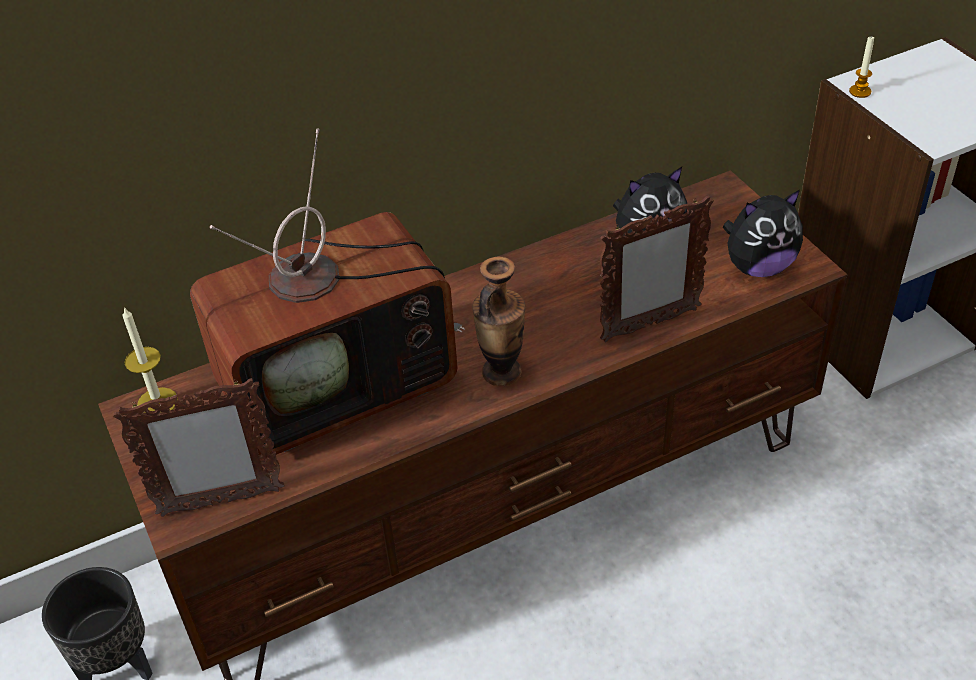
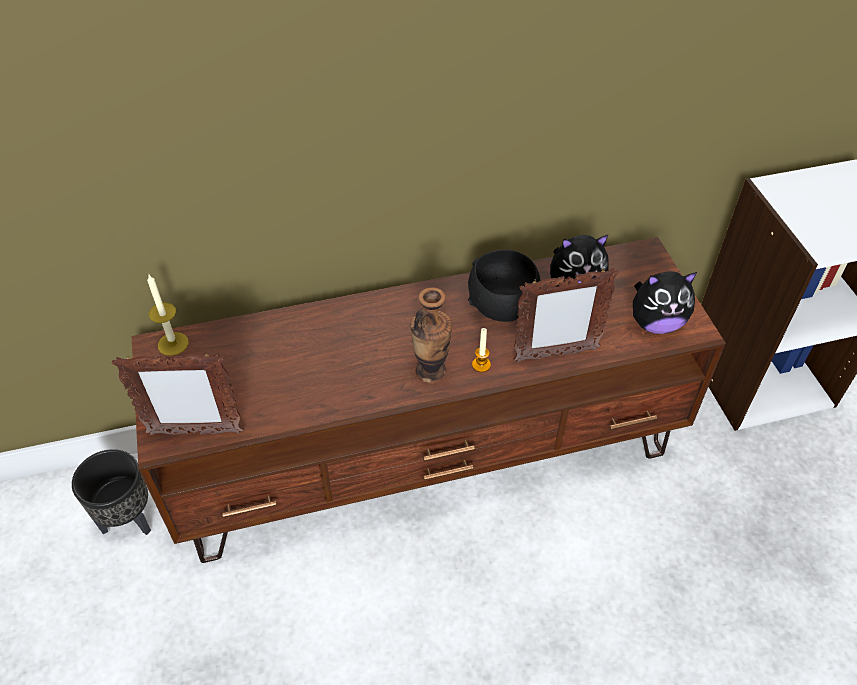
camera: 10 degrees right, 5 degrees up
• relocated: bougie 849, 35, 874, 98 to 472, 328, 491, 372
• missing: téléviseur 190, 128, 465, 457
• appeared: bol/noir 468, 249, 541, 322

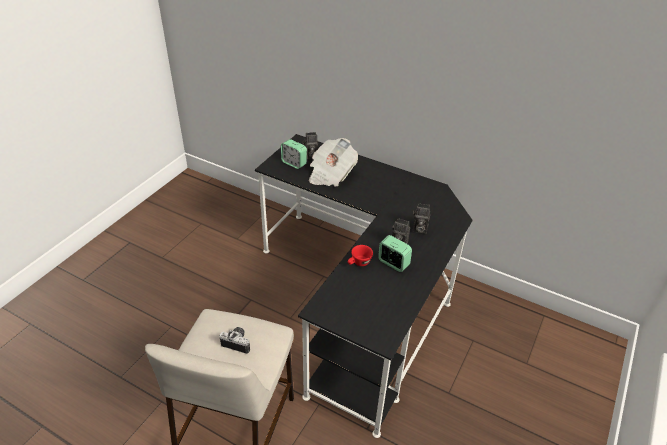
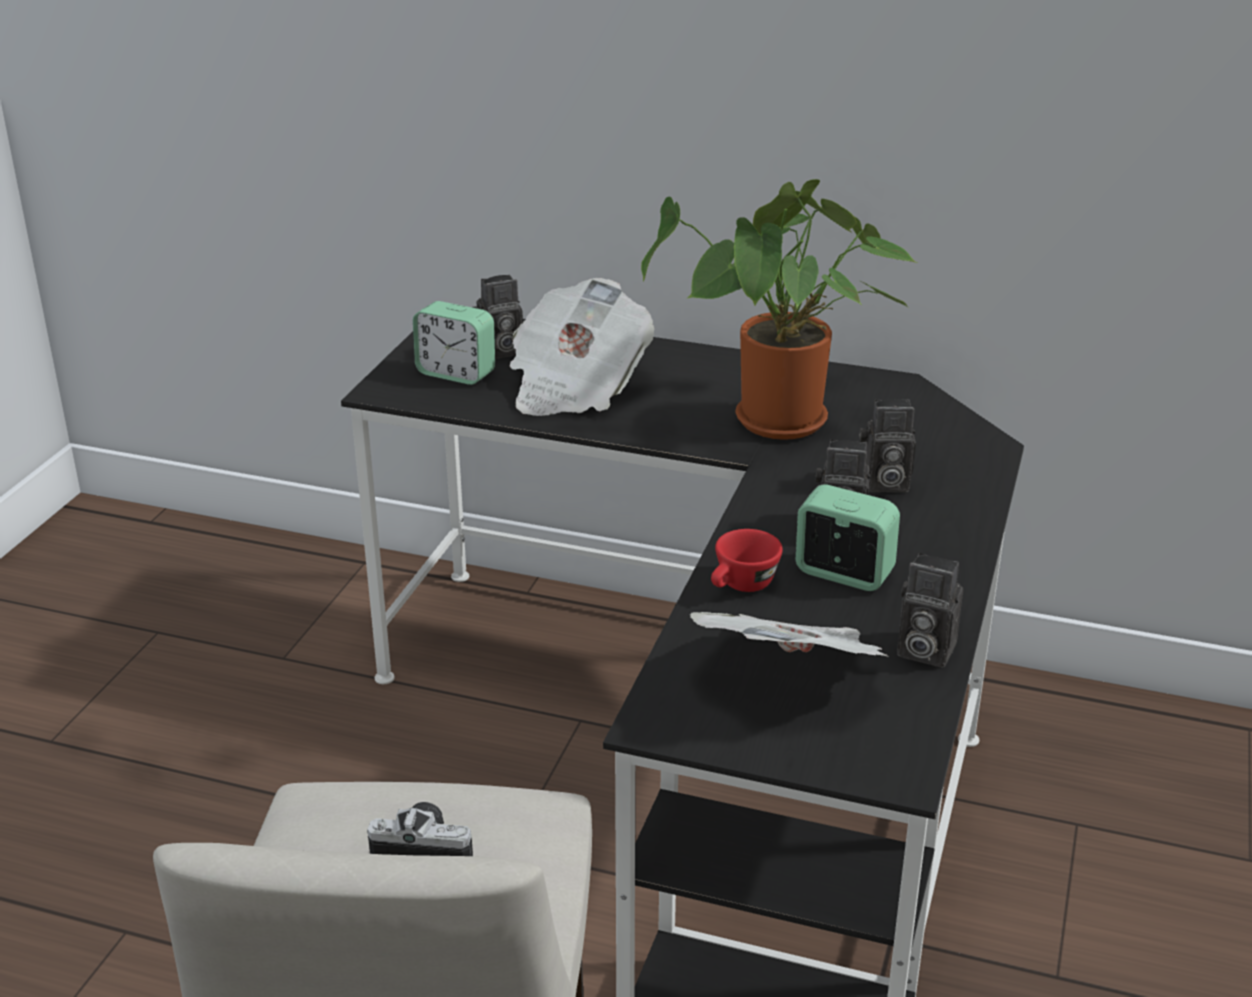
camera: 10 degrees left, 10 degrees down
• appeared: plante en pot 641, 179, 917, 440
• appeared: appareil photo 897, 553, 963, 668
• appeared: journal 690, 612, 889, 657

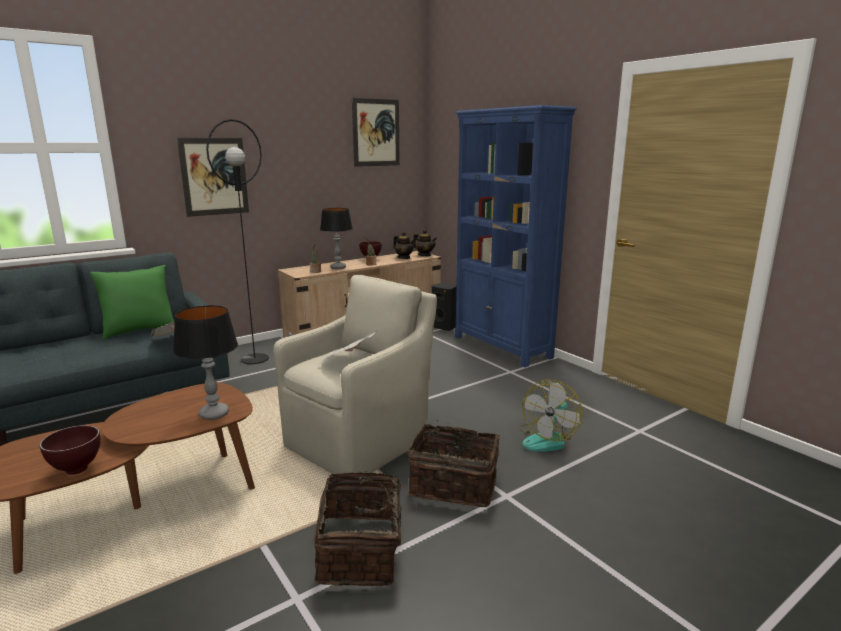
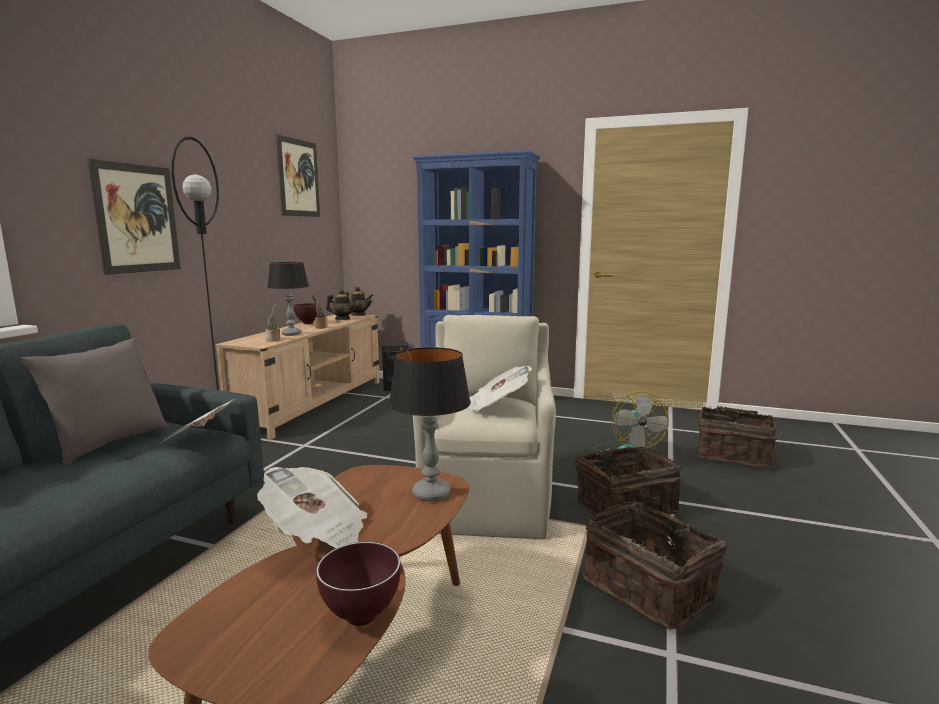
camera: 35 degrees left, 5 degrees down
• colour: coussin/vert 89, 265, 174, 340 to coussin/gris 20, 338, 168, 465
• appeared: panier 697, 406, 777, 468
• appeared: journal 257, 467, 367, 548

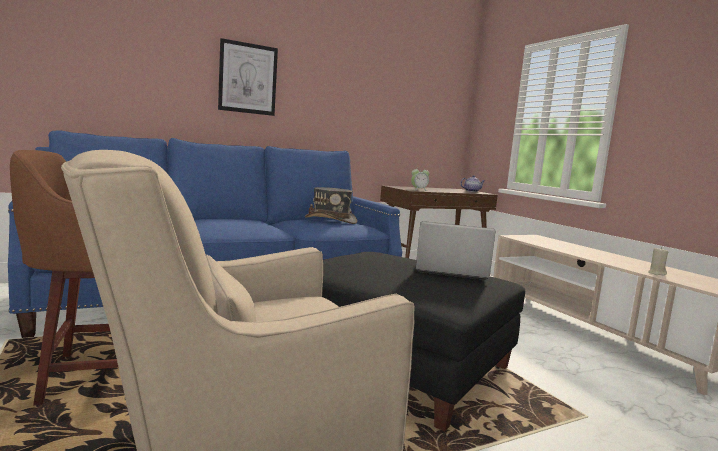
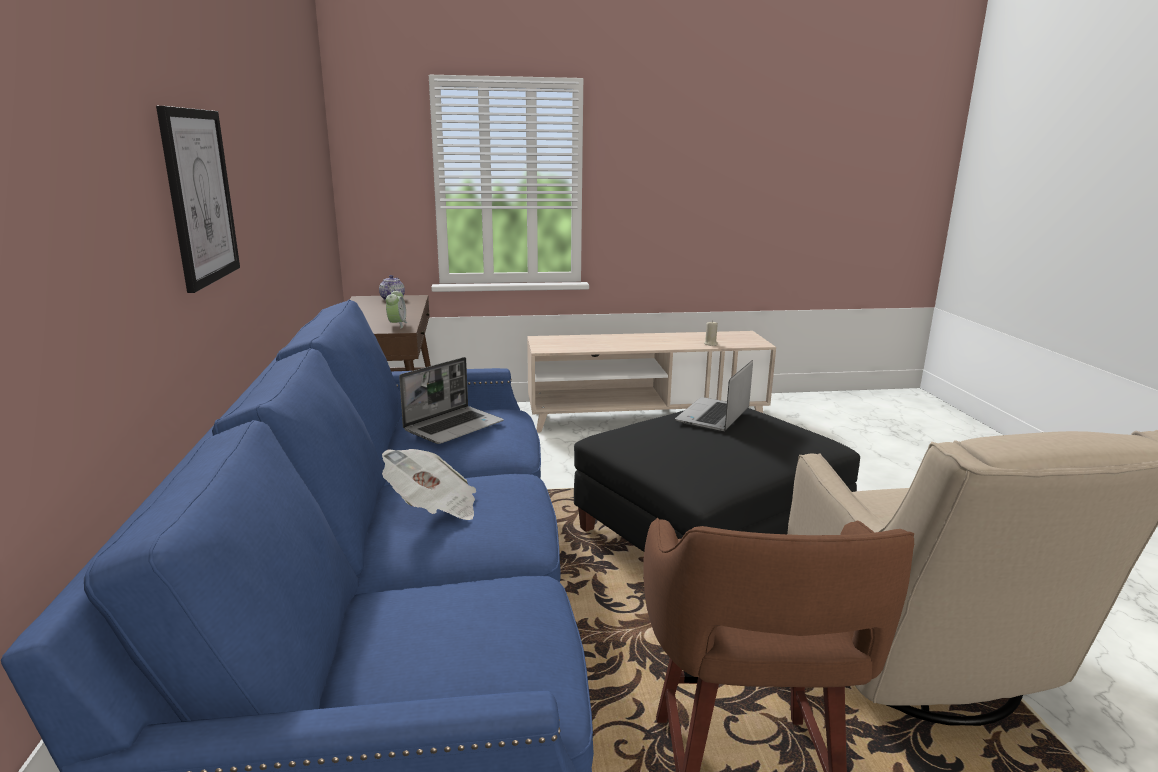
camera: 70 degrees left, 10 degrees up
• exchanged: chapeau/gris 305, 187, 357, 224 to ordinateur portable 399, 357, 503, 444
• appeared: journal 382, 449, 476, 520

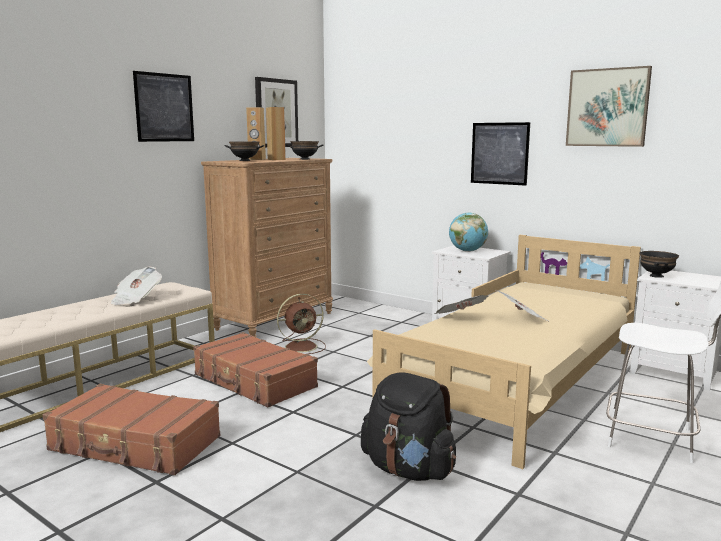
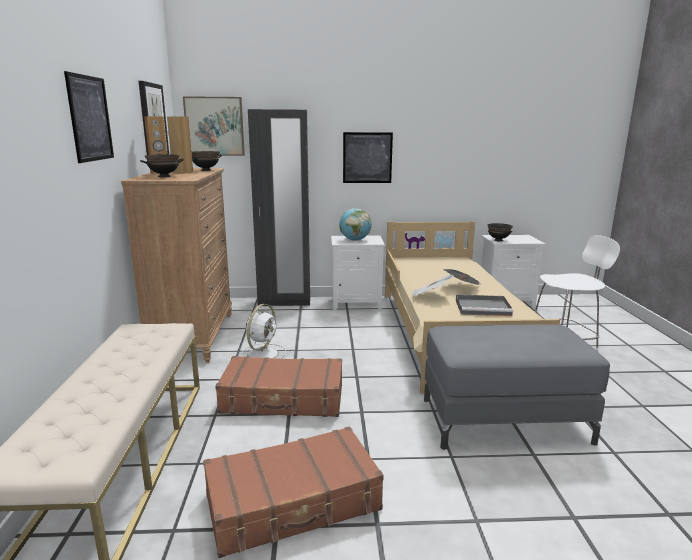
camera: 40 degrees left, 5 degrees up
• relocated: tableau 566, 66, 652, 147 to 183, 96, 245, 156
• missing: journal 110, 267, 162, 305
• colour: ventilateur/marron 277, 294, 326, 354 to ventilateur/blanc 242, 304, 287, 359
• exchanged: sac à dos/noir 361, 372, 456, 481 to pouf/gris 424, 325, 610, 449
• appeared: armoire/noir 248, 109, 310, 306
• appeared: plateau/gris 456, 295, 513, 316

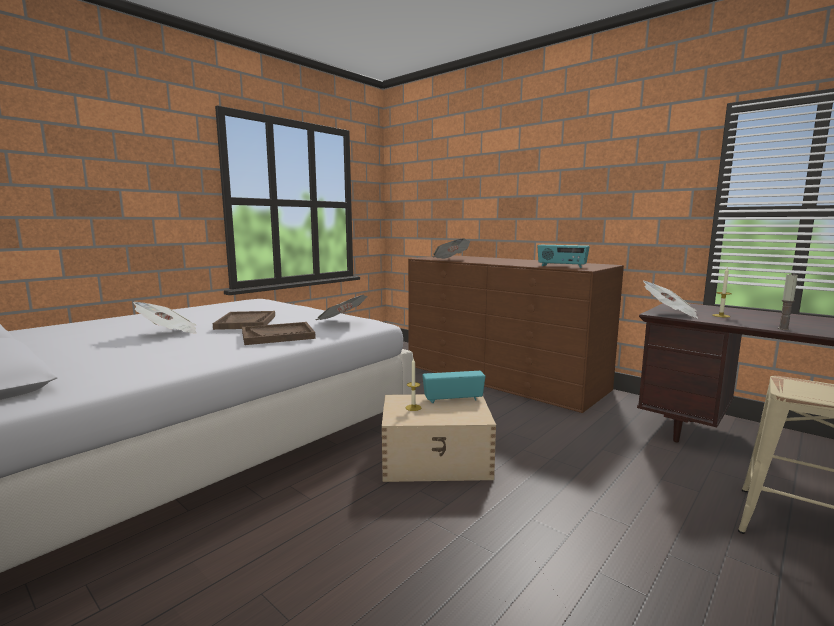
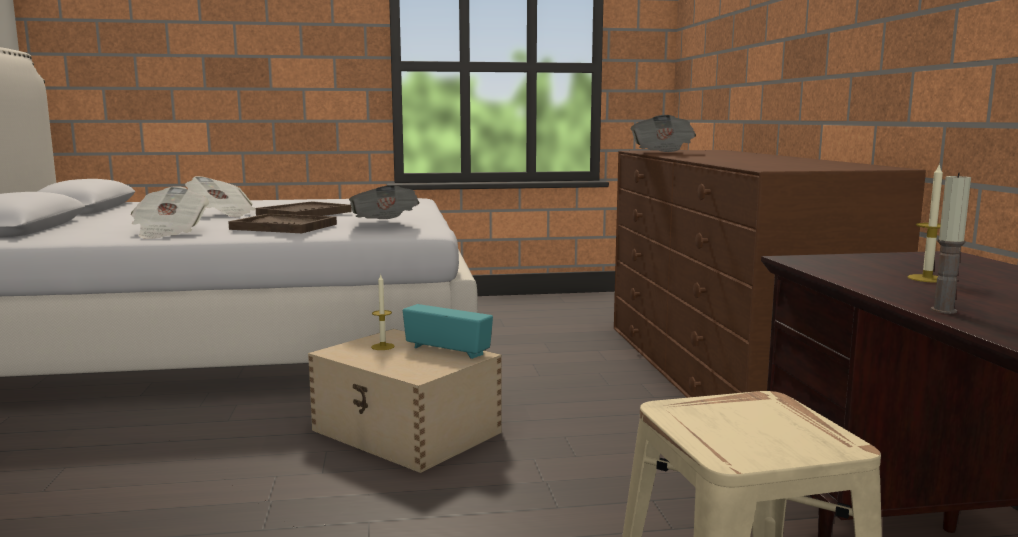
camera: 40 degrees right, 0 degrees up
• missing: radio 538, 245, 590, 268
• relocated: journal 643, 280, 698, 318 to 130, 186, 209, 239

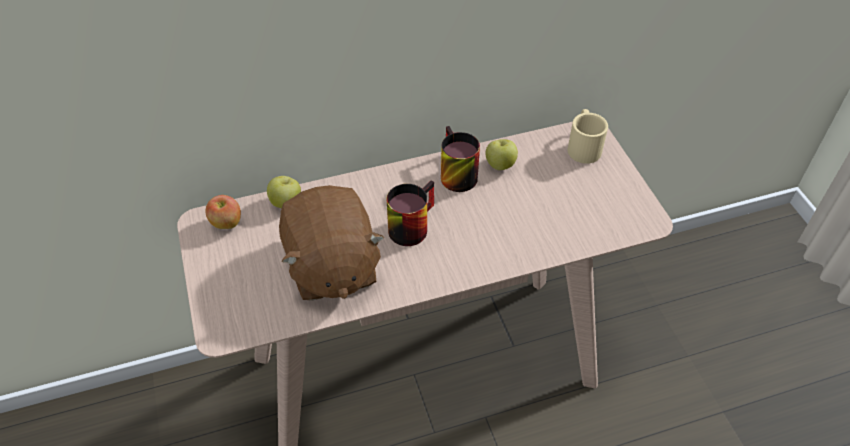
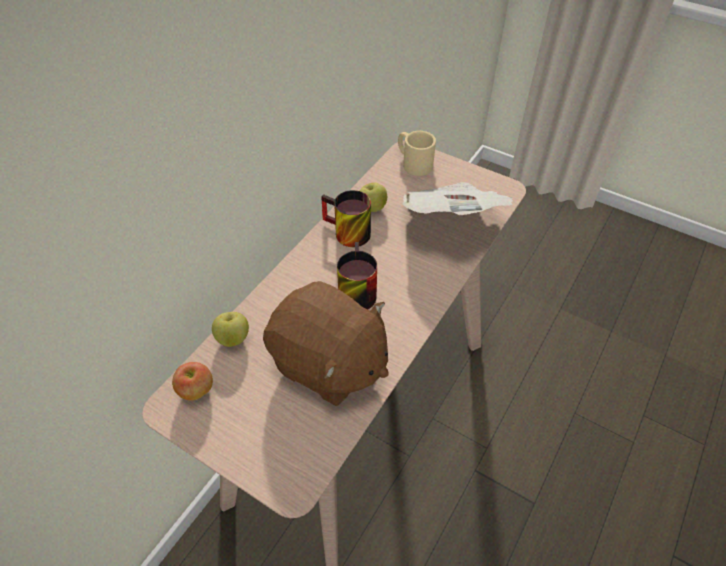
camera: 40 degrees left, 0 degrees up
• appeared: journal 402, 182, 513, 215

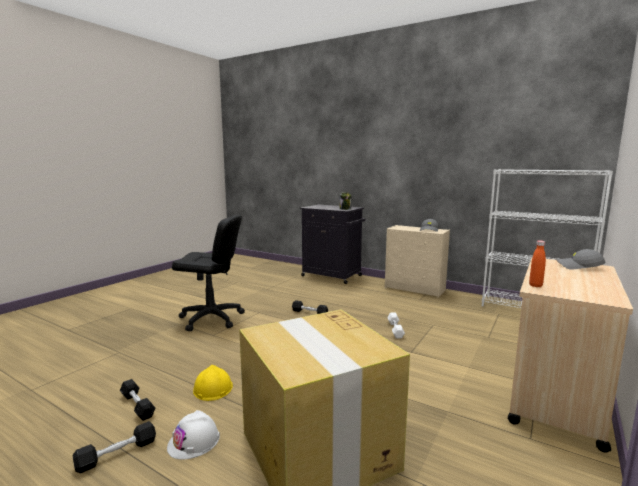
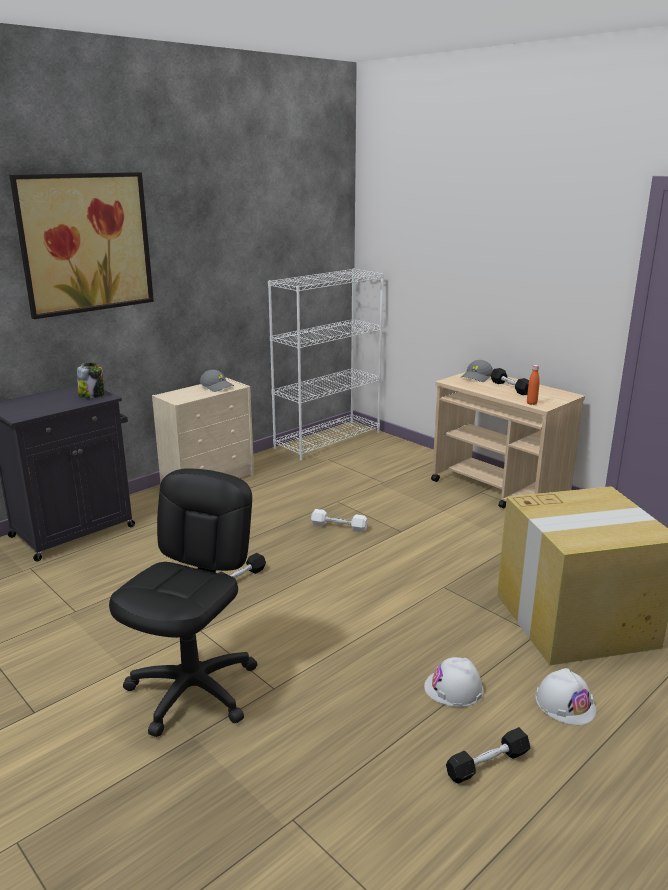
camera: 75 degrees left, 10 degrees up
• colour: casque de chantier/jaune 193, 365, 233, 401 to casque de chantier/blanc 424, 657, 484, 707
• relocated: haltère/noir 73, 421, 156, 473 to 491, 368, 529, 395
• appeared: tableau 9, 172, 154, 319

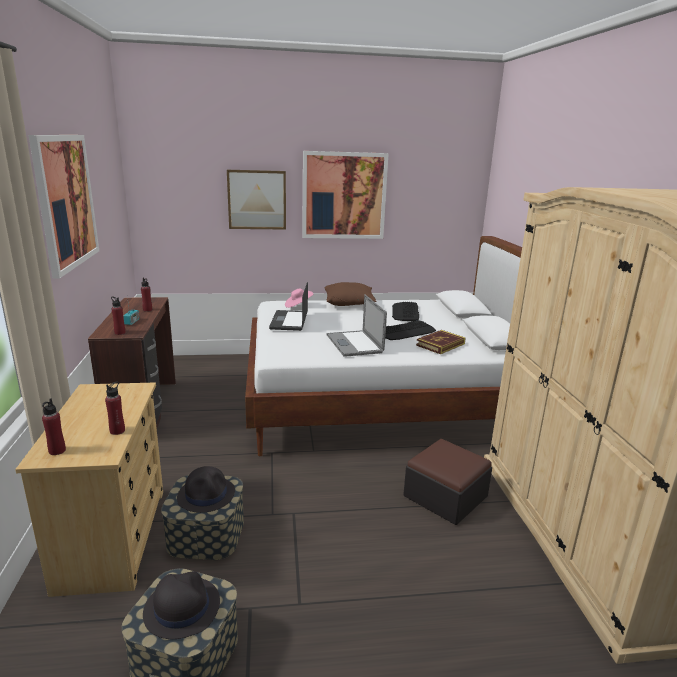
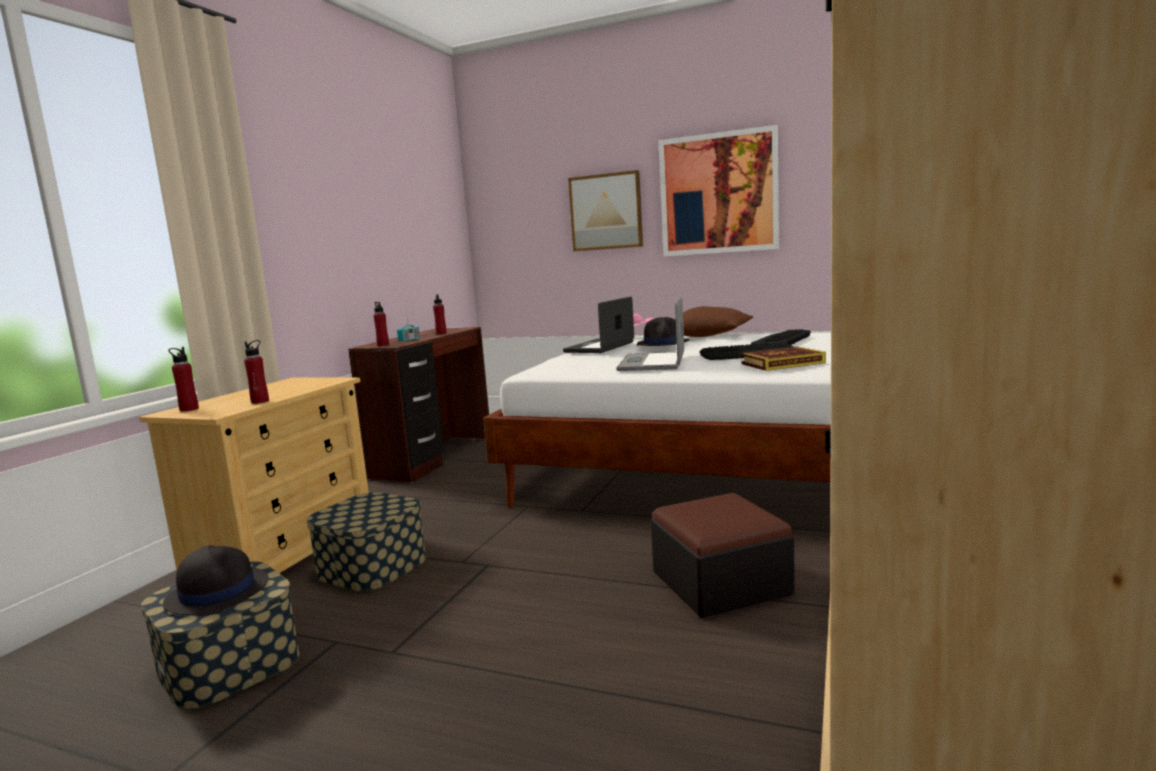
camera: 30 degrees right, 10 degrees down
• missing: tableau 28, 135, 99, 279
• relocated: chapeau/noir 177, 466, 235, 513 to 637, 317, 689, 346

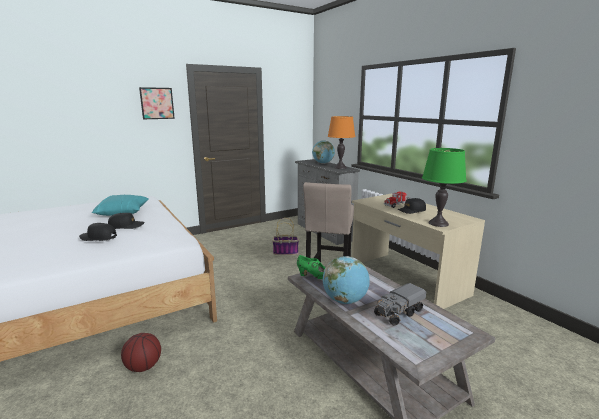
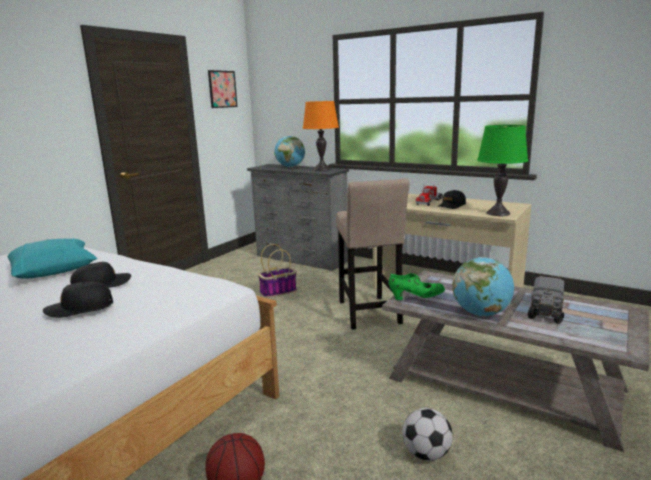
camera: 25 degrees left, 0 degrees up
• relocated: tableau 139, 87, 175, 119 to 208, 70, 237, 108
• appeared: ballon de foot 403, 408, 453, 461

